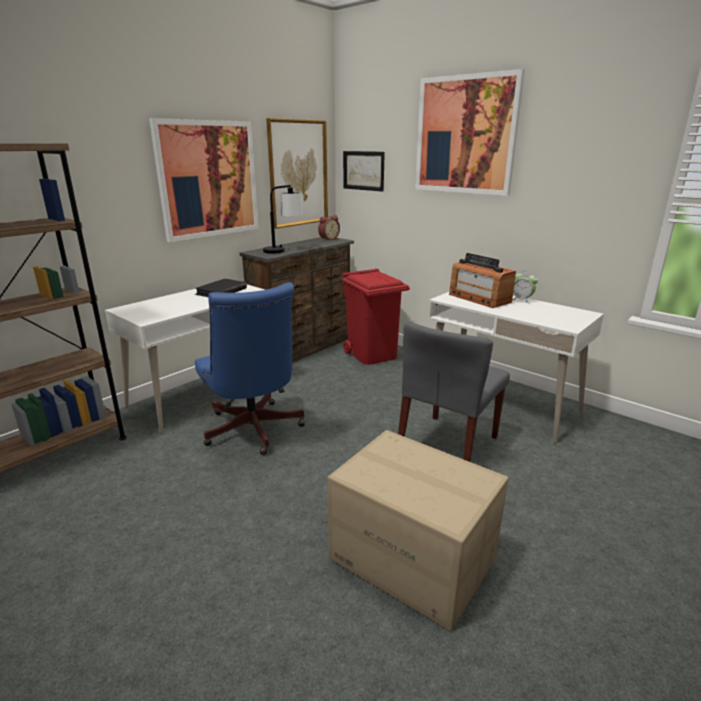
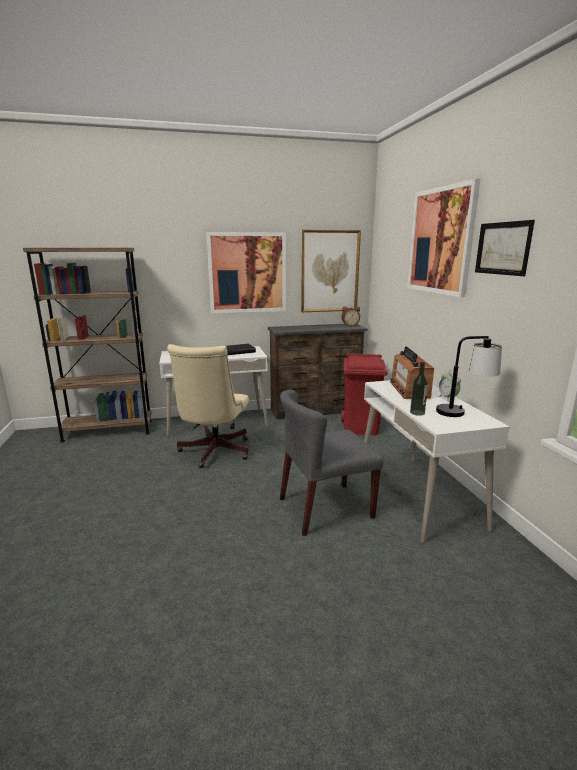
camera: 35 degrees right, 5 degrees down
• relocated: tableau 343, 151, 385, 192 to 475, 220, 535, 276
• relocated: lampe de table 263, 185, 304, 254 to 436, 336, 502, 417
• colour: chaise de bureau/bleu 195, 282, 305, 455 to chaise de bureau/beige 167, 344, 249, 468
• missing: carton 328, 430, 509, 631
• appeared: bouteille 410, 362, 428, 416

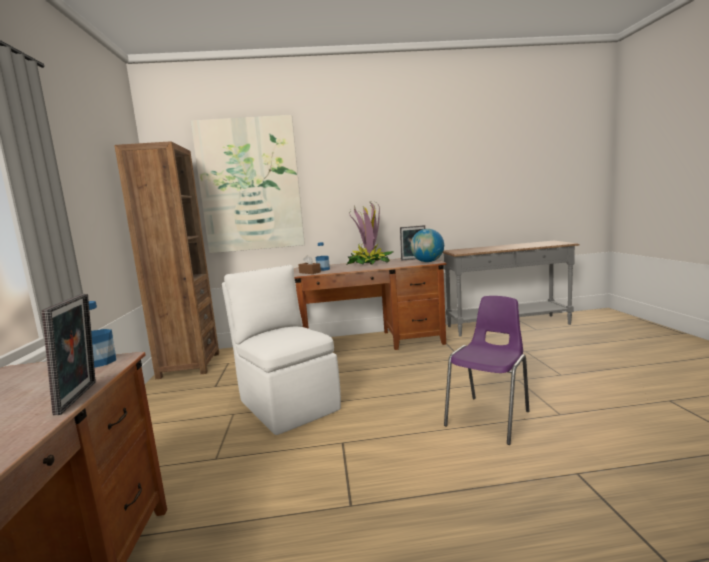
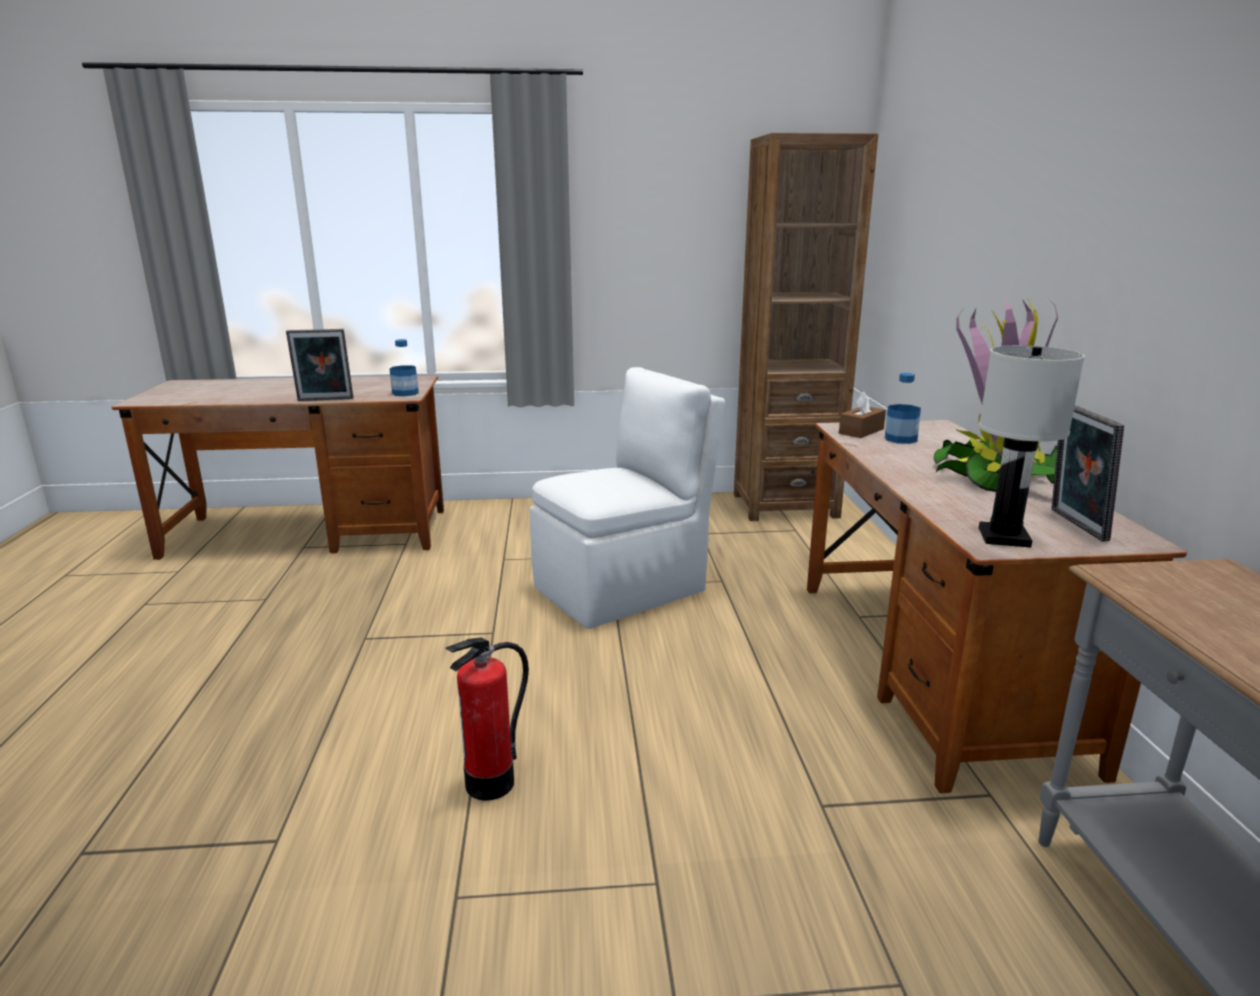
camera: 90 degrees right, 10 degrees up
• missing: tableau 190, 114, 305, 253
• exchanged: globe 410, 229, 444, 262 to lampe de table/blanc 979, 345, 1085, 548
• exchanged: chaise/violet 444, 296, 529, 445 to extincteur 445, 637, 529, 801

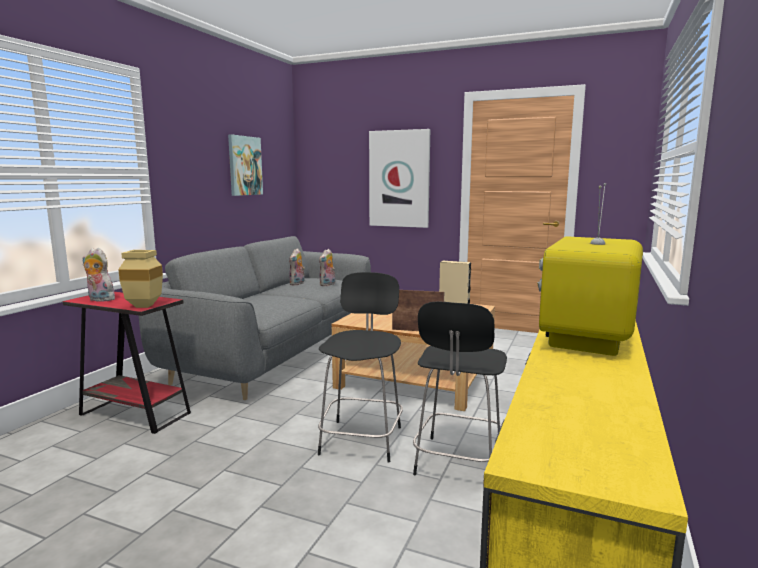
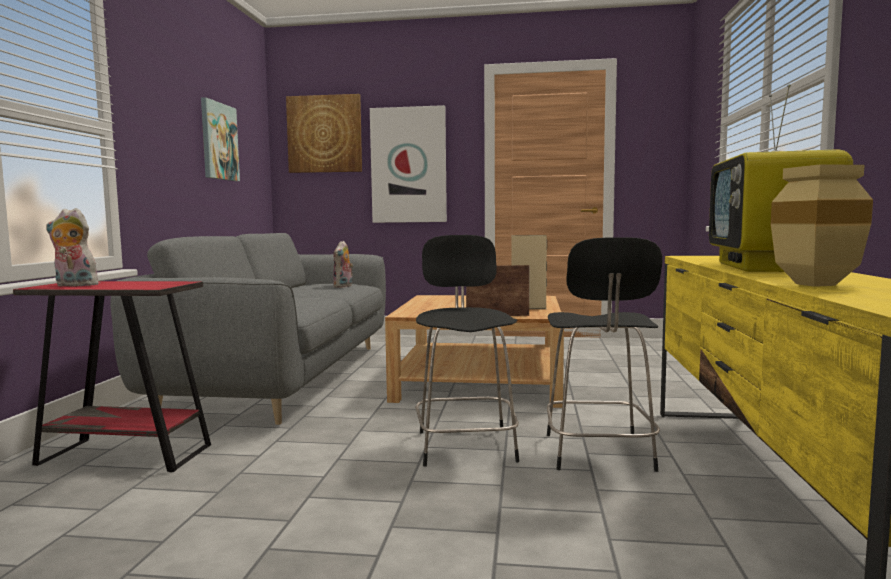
camera: 15 degrees left, 5 degrees down
• missing: peluche 289, 248, 305, 286
• relocated: vase/beige 118, 250, 163, 308 to 771, 164, 873, 287
• appeared: tableau 286, 94, 362, 173

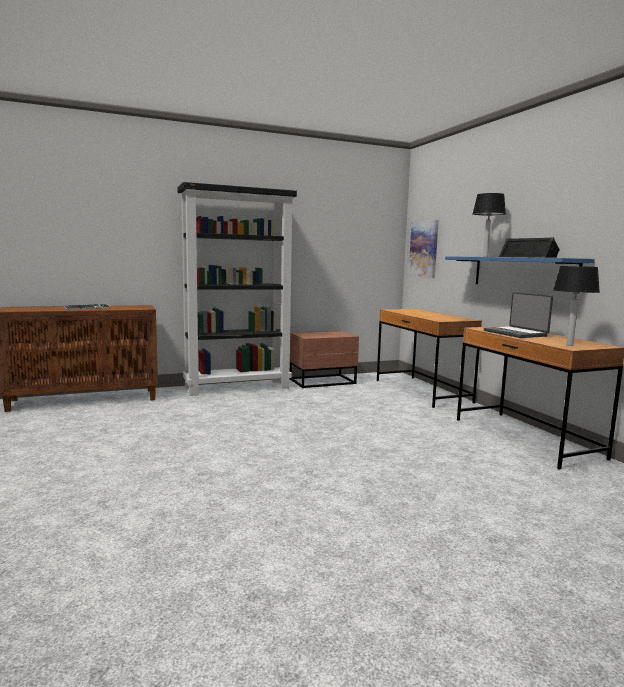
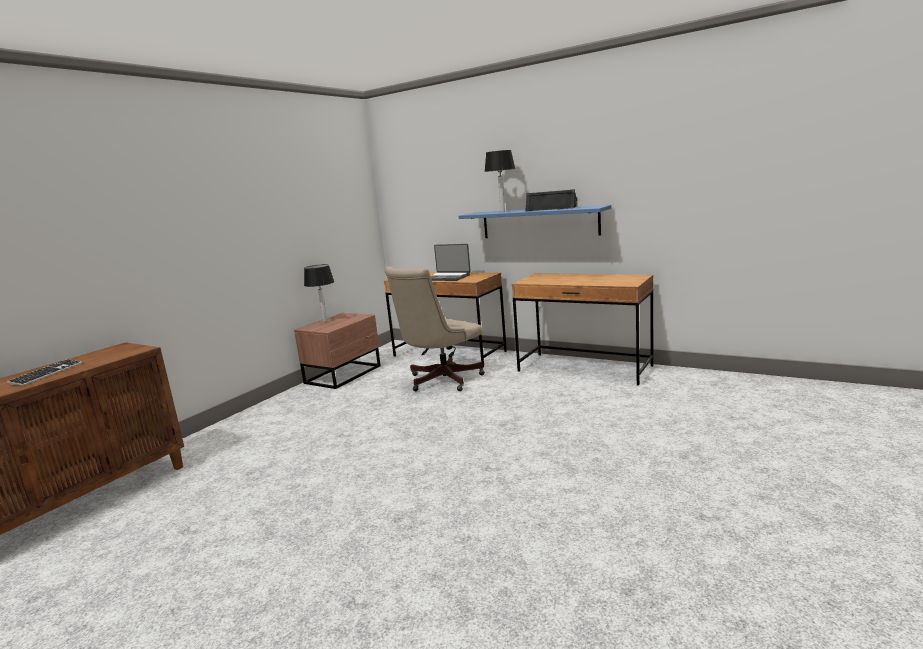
camera: 35 degrees left, 5 degrees up
• missing: bibliothèque/noir 177, 182, 297, 396
• missing: tableau 408, 220, 439, 278
• relocated: lampe de table 553, 266, 600, 346 to 304, 264, 334, 322
• relocated: ordinateur portable 483, 292, 553, 338 to 430, 244, 471, 281
• appeared: chaise de bureau/beige 385, 266, 485, 391

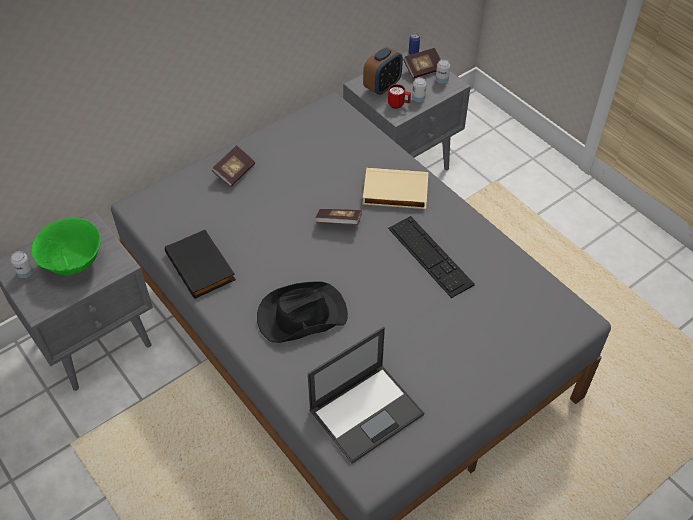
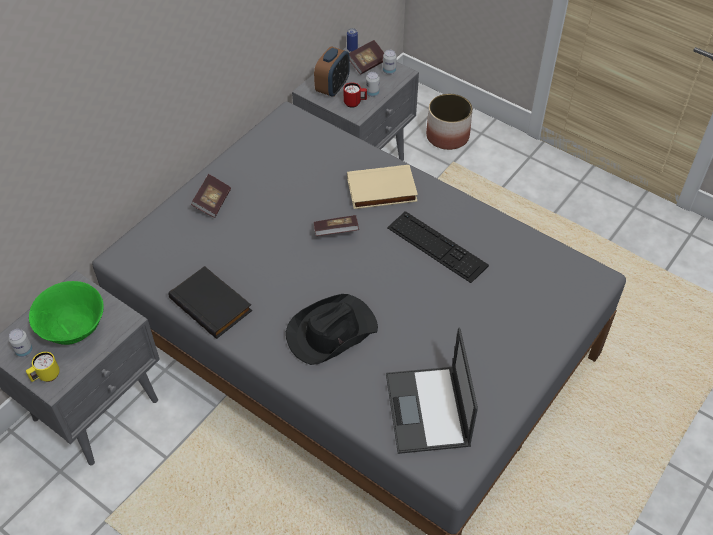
camera: 15 degrees left, 0 degrees up
• spun: ordinateur portable 308, 327, 424, 464 = 386, 328, 478, 454 135 degrees clockwise
• appeared: cache-pot 426, 94, 473, 150
• appeared: mug/jaune 26, 352, 60, 382

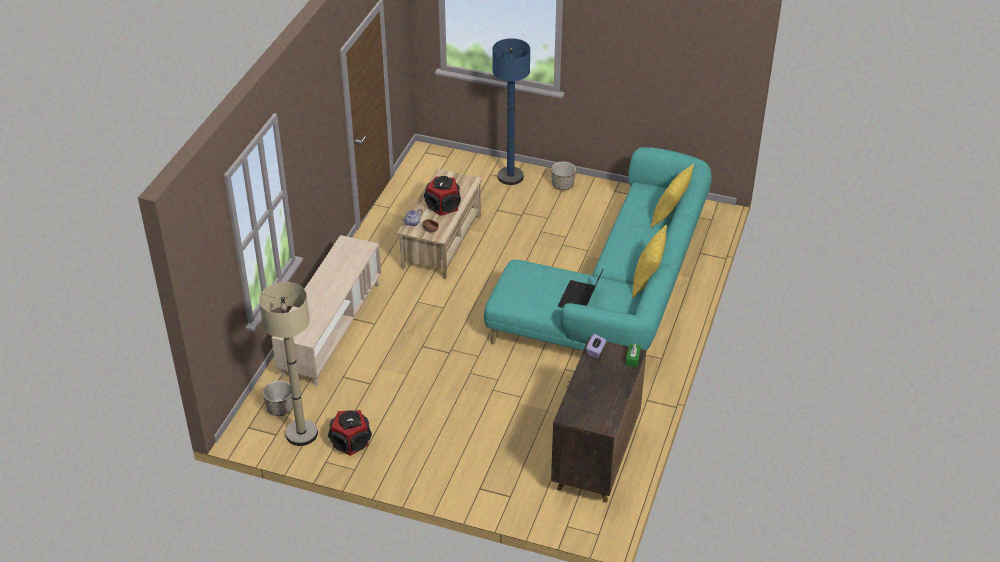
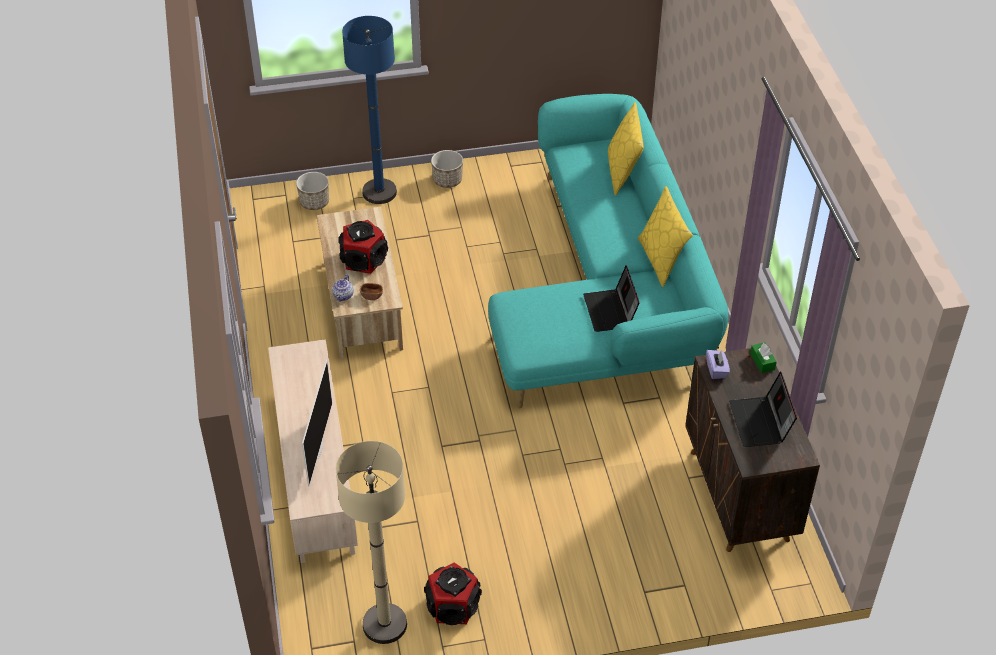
camera: 30 degrees left, 5 degrees up
• relocated: cache-pot 263, 381, 293, 416 to 296, 172, 329, 210
• appeared: téléviseur 302, 360, 333, 486
• appeared: ordinateur portable 729, 372, 797, 447

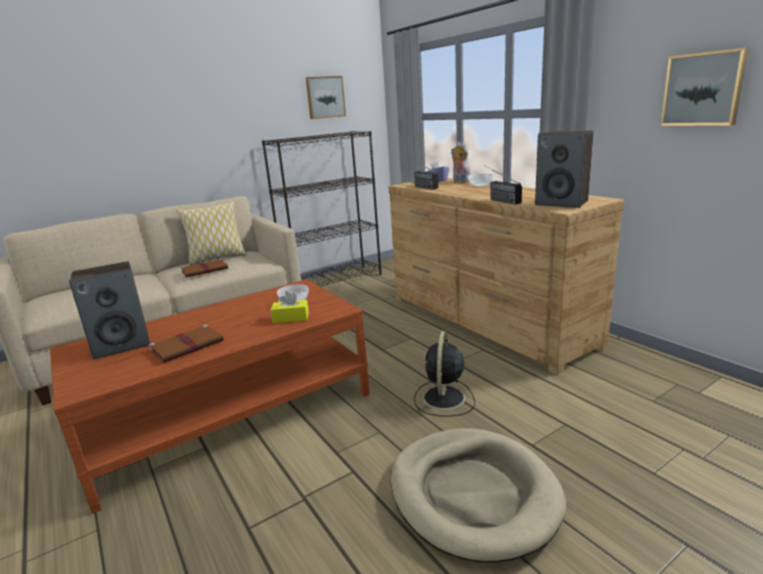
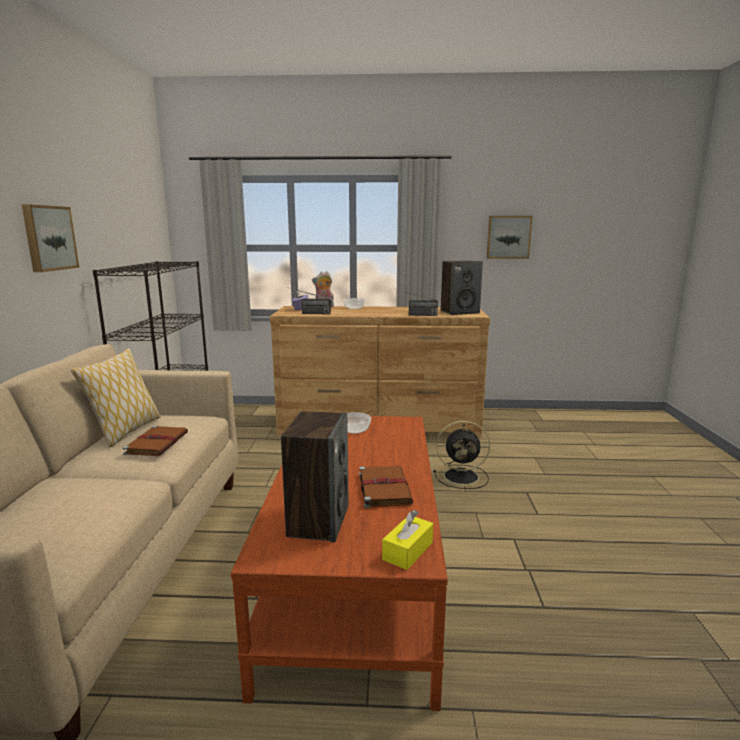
camera: 55 degrees left, 5 degrees down
• relocated: tableau 306, 76, 346, 119 to 22, 204, 79, 272
• relocated: boîte à mouchoirs/jaune 271, 291, 309, 323 to 382, 510, 433, 570
• spun: ventilateur/noir 414, 331, 475, 417 = 434, 421, 490, 489 45 degrees counterclockwise
• missing: panier pour chien/beige 391, 428, 566, 562

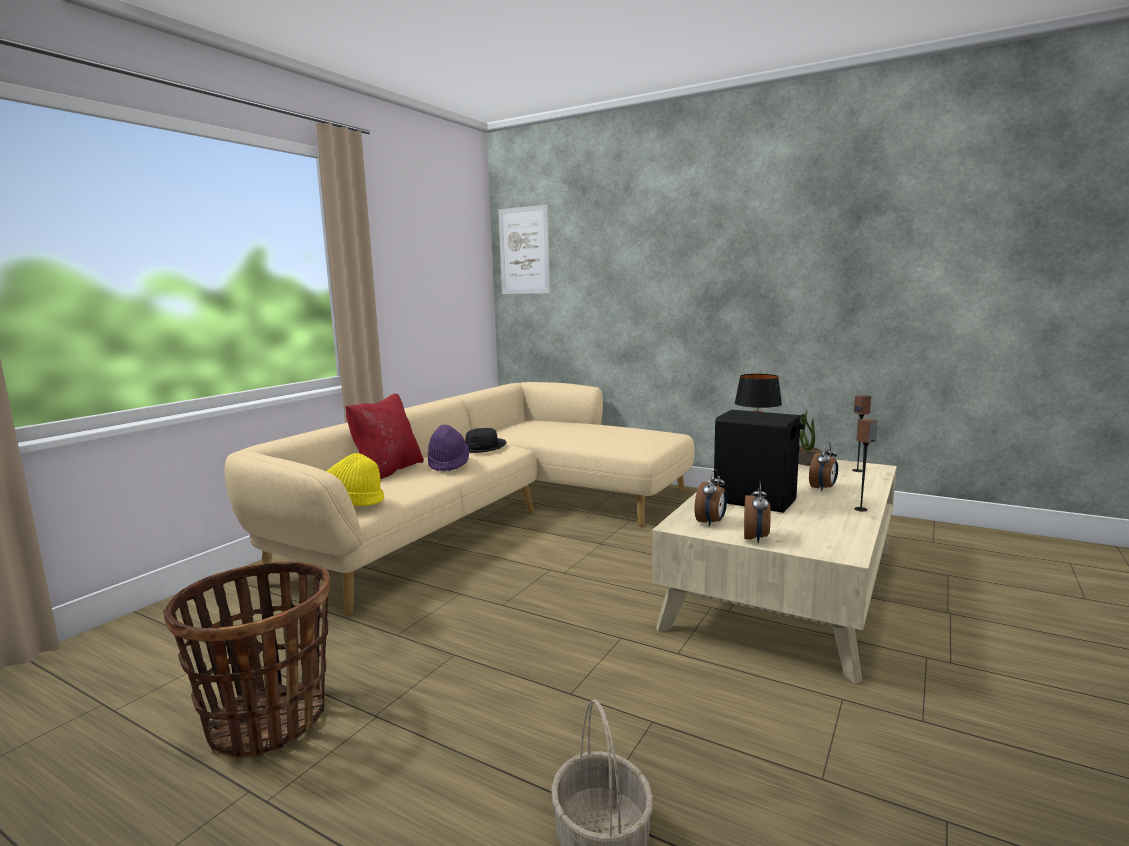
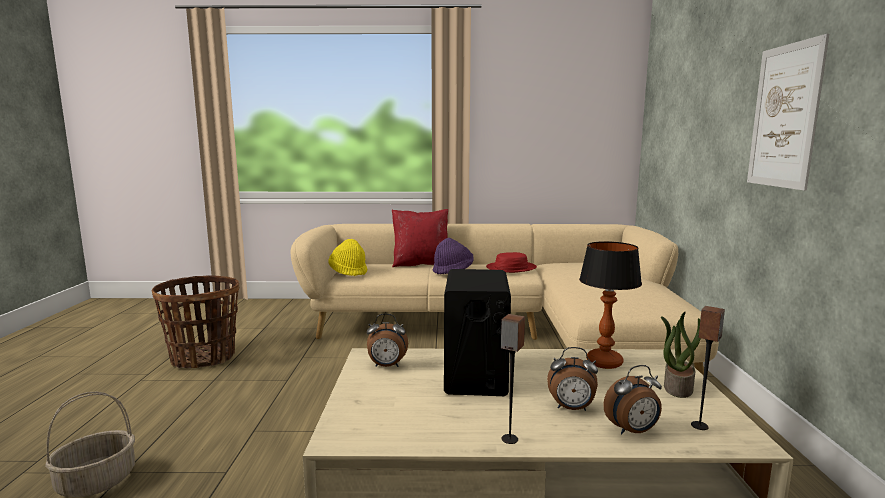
camera: 60 degrees right, 0 degrees up
• relocated: tableau 498, 205, 550, 294 to 747, 34, 829, 191
• colour: chapeau/noir 465, 428, 507, 453 to chapeau/rouge 486, 252, 537, 273
• relocated: réveil 744, 482, 771, 543 to 603, 365, 662, 434

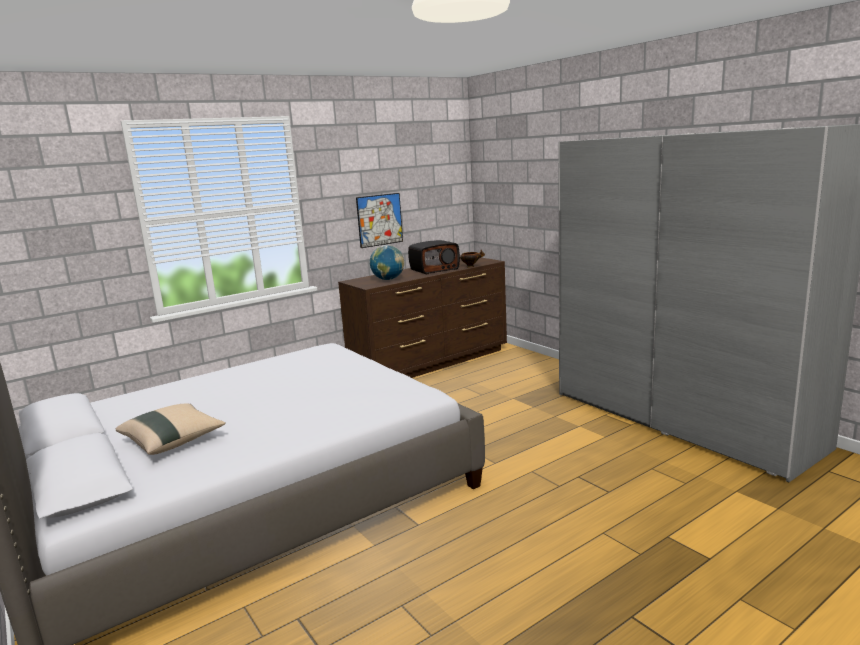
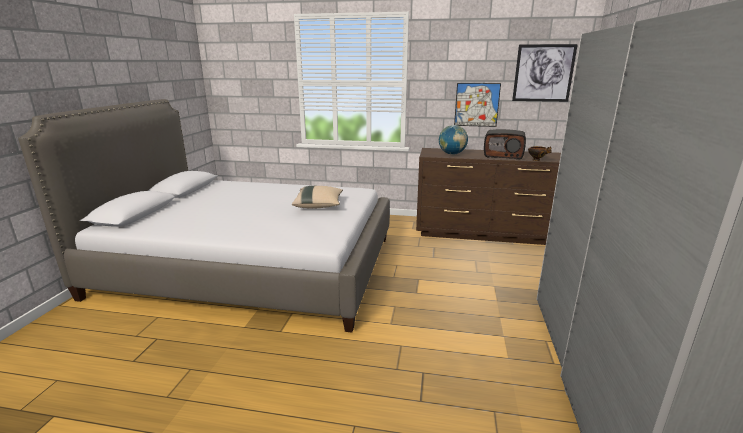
camera: 45 degrees right, 5 degrees up
• relocated: coussin/beige 116, 403, 226, 455 to 292, 186, 343, 209
• appeared: tableau 512, 44, 578, 102

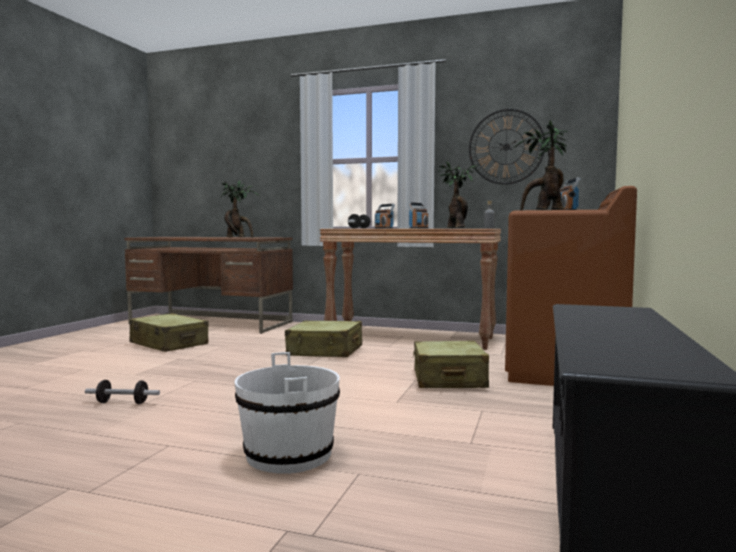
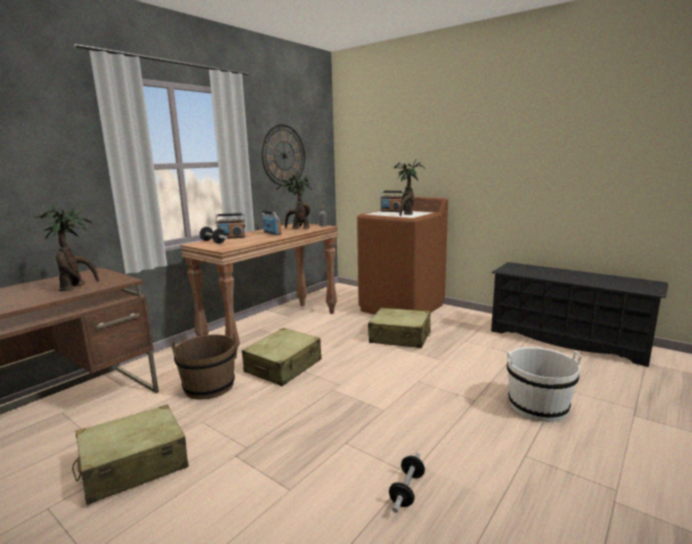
camera: 70 degrees left, 10 degrees up
• appeared: seau/marron 171, 333, 236, 400

